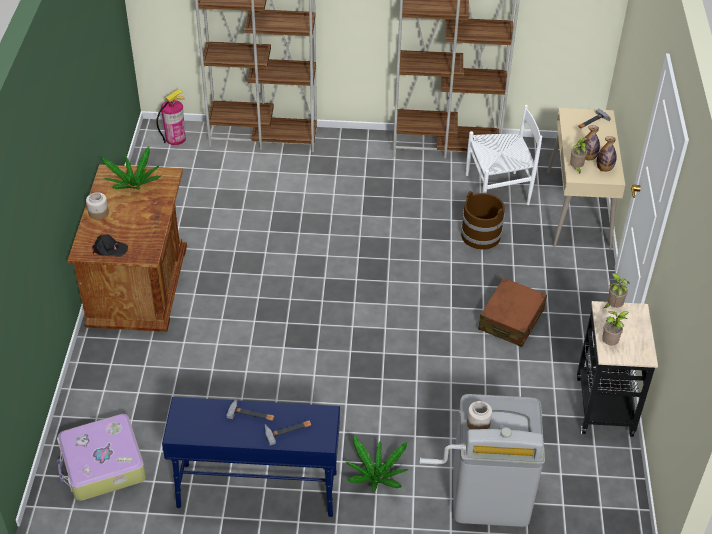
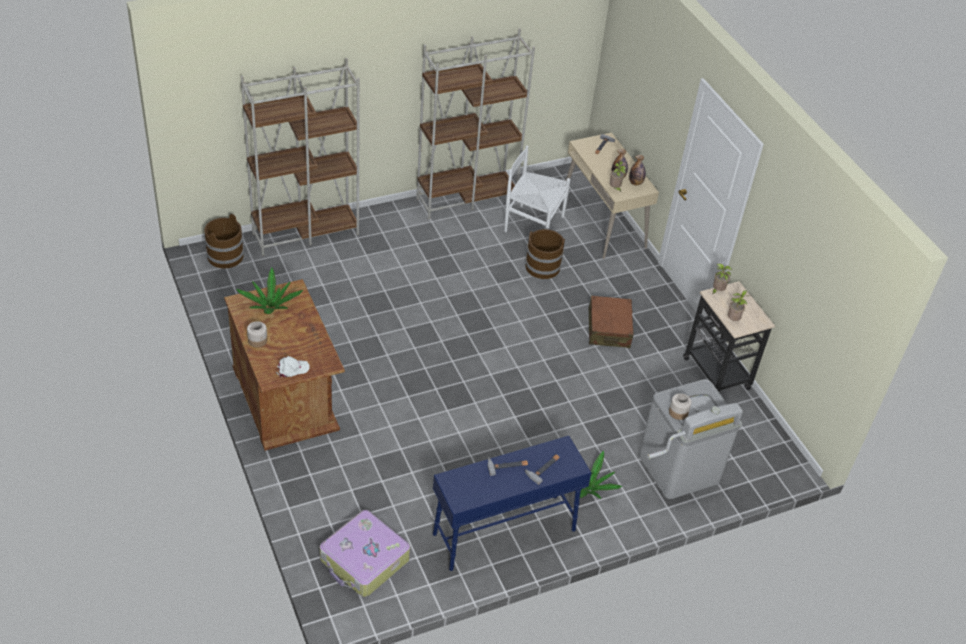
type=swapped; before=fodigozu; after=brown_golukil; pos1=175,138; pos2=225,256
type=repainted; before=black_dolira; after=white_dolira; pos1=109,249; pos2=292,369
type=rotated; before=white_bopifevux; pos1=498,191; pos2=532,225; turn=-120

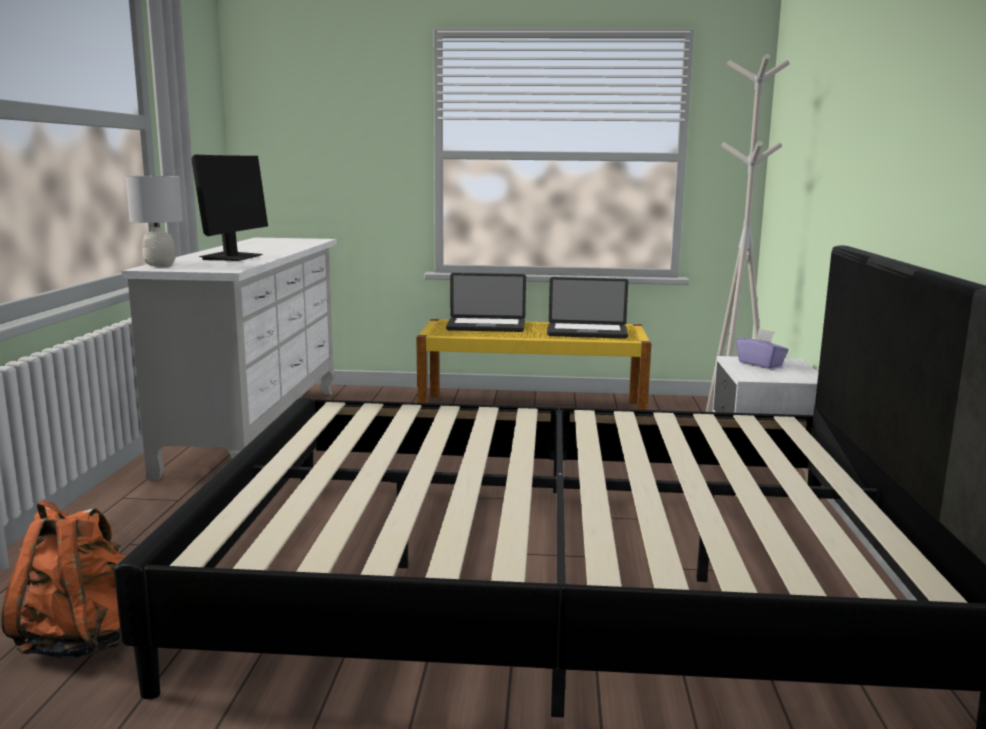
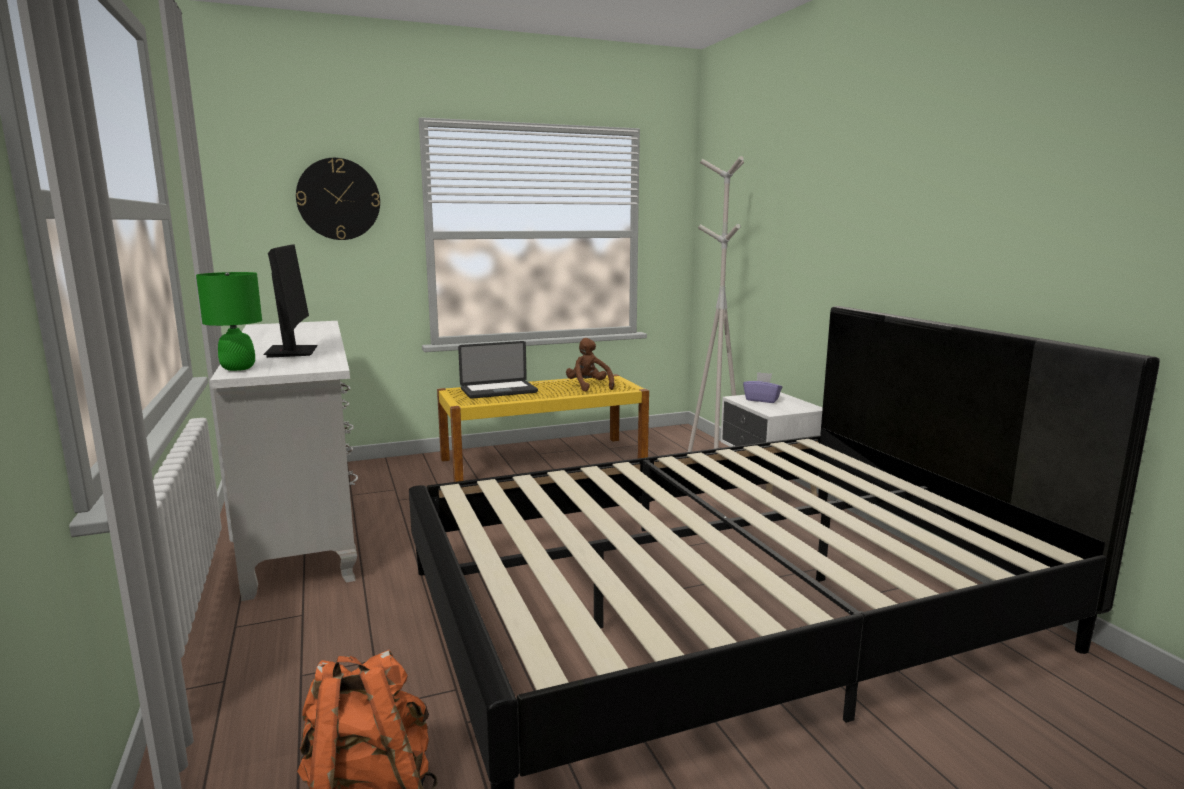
type=repainted; before=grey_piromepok; after=green_piromepok; pos1=158,265; pos2=236,369
type=new; after=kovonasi; pos2=338,199
type=swapped; before=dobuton; after=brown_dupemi; pos1=587,332; pos2=588,387

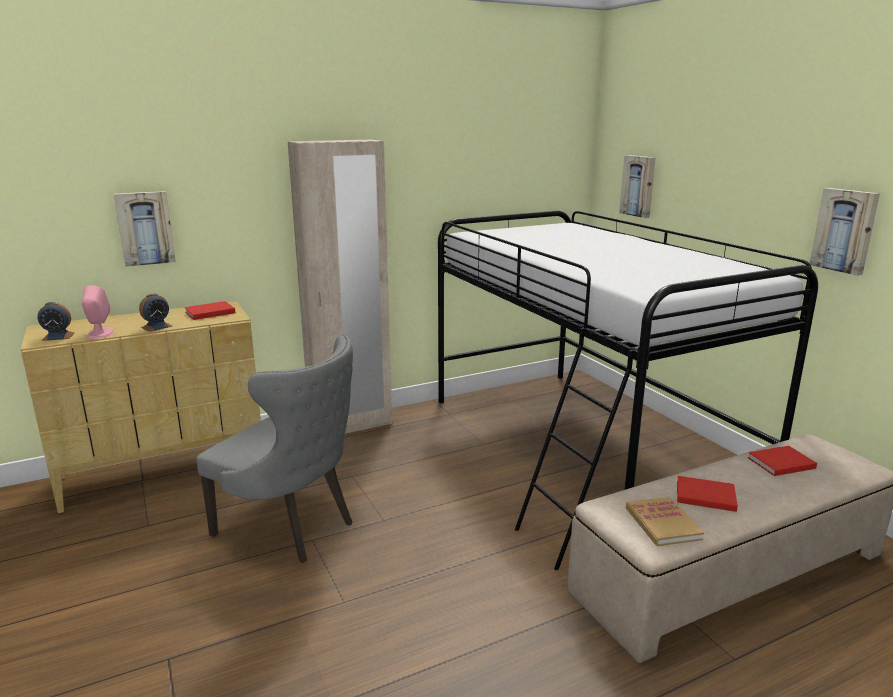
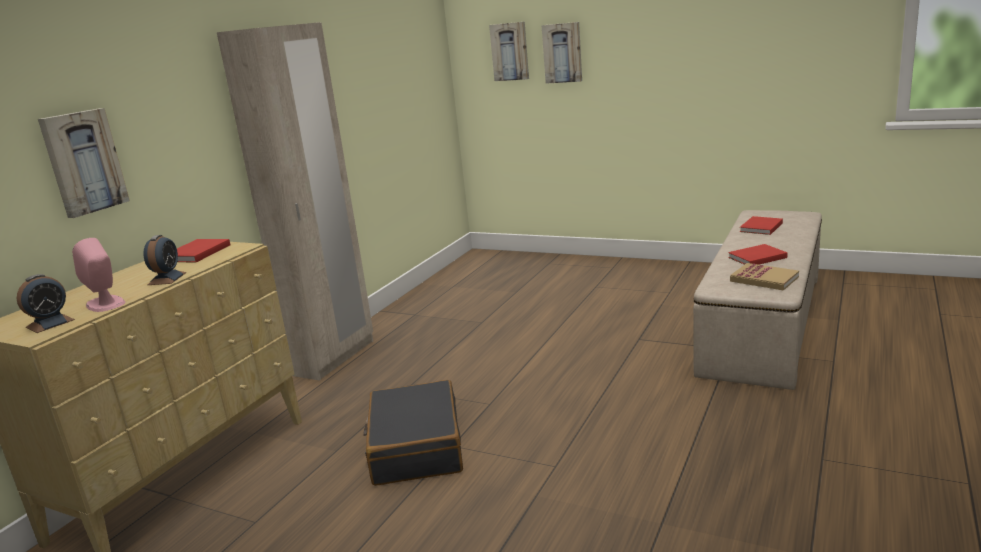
type=swapped; before=grey_bopifevux; after=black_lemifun; pos1=291,527; pos2=415,447
type=shifted; before=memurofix; pos1=845,230; pos2=563,53
type=gone; before=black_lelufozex; pos1=583,447

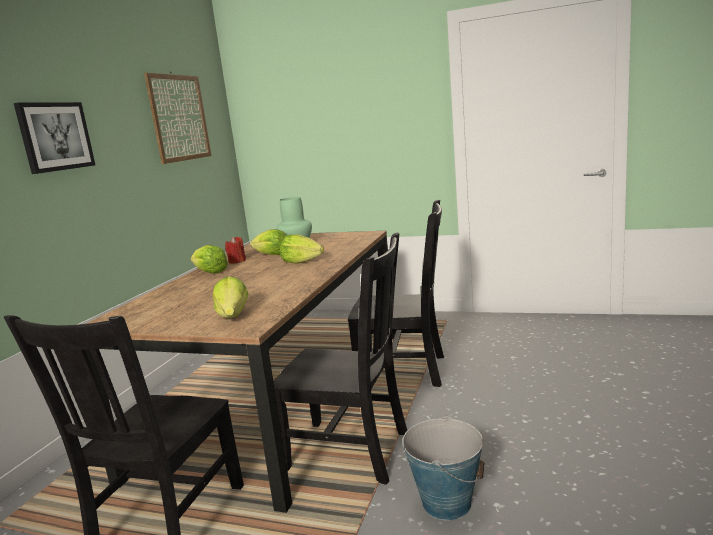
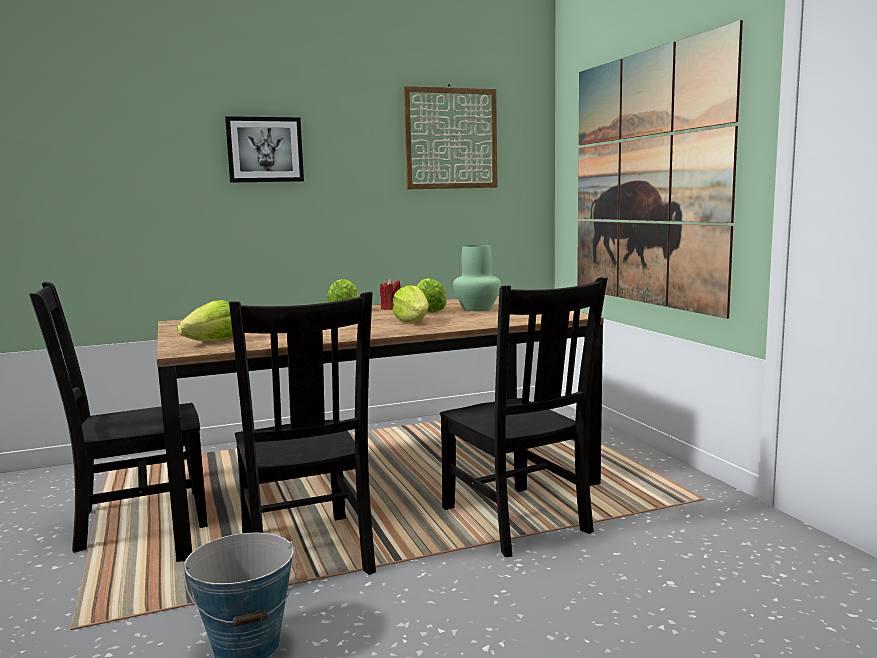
type=new; after=memurofix; pos2=646,179

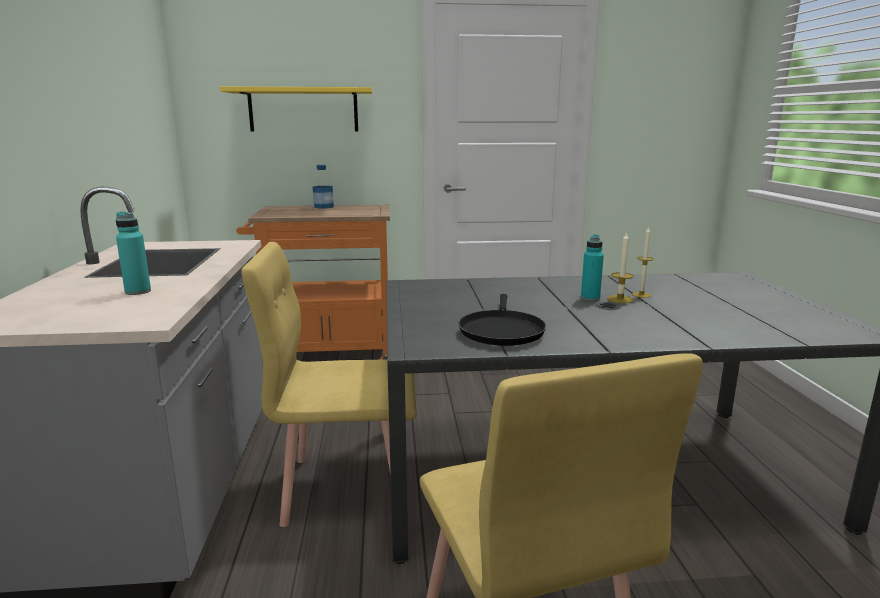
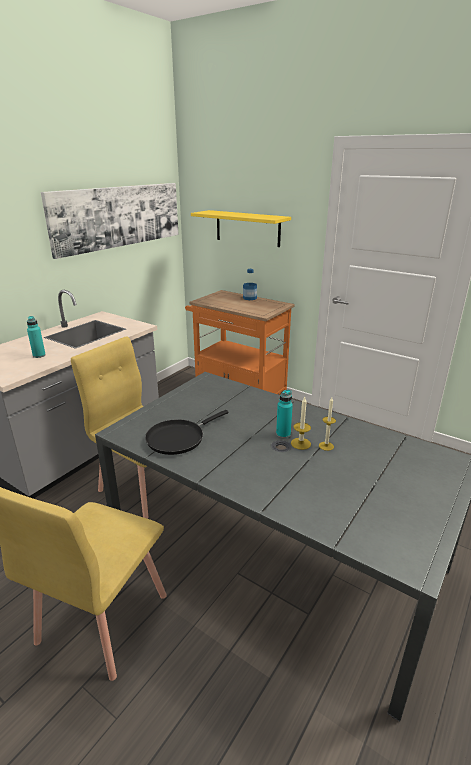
type=new; after=memurofix; pos2=118,216

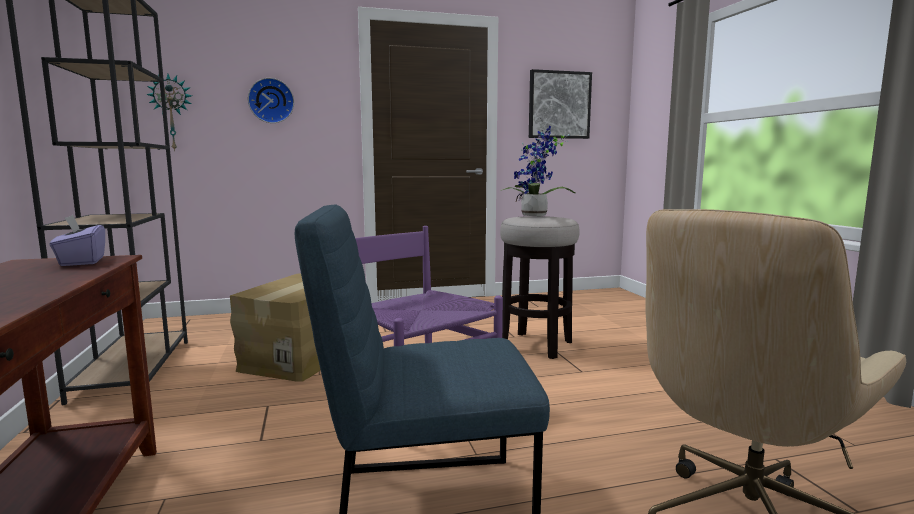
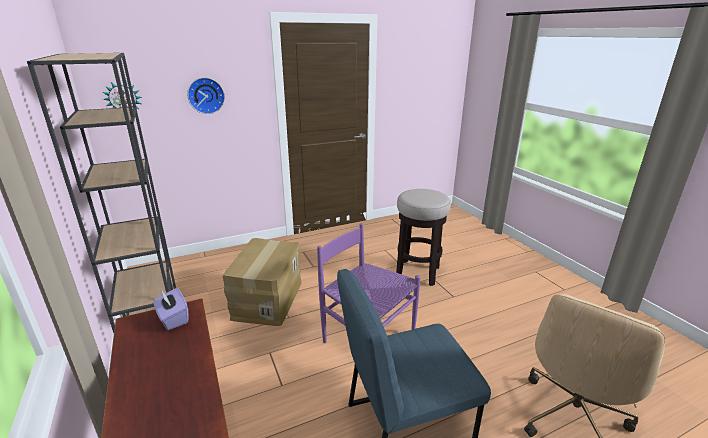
type=gone; before=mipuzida; pos1=535,216
type=gone; before=memurofix; pos1=559,105

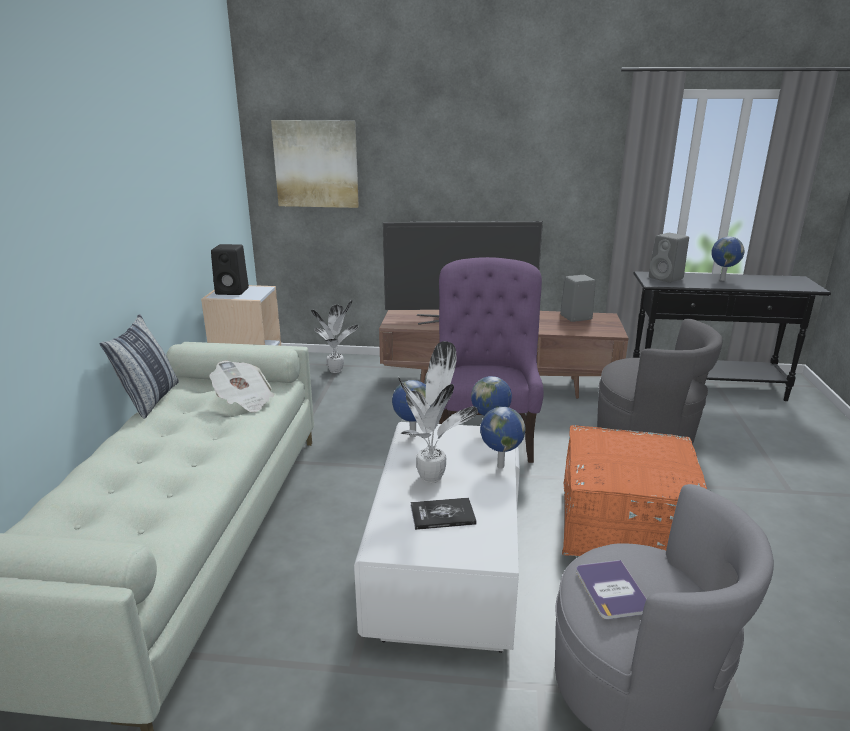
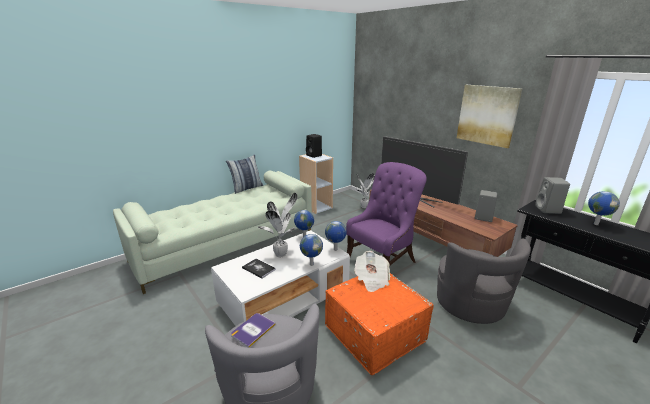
type=shifted; before=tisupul; pos1=244,400; pos2=371,279
type=shifted; before=memurofix; pos1=316,164; pos2=487,115

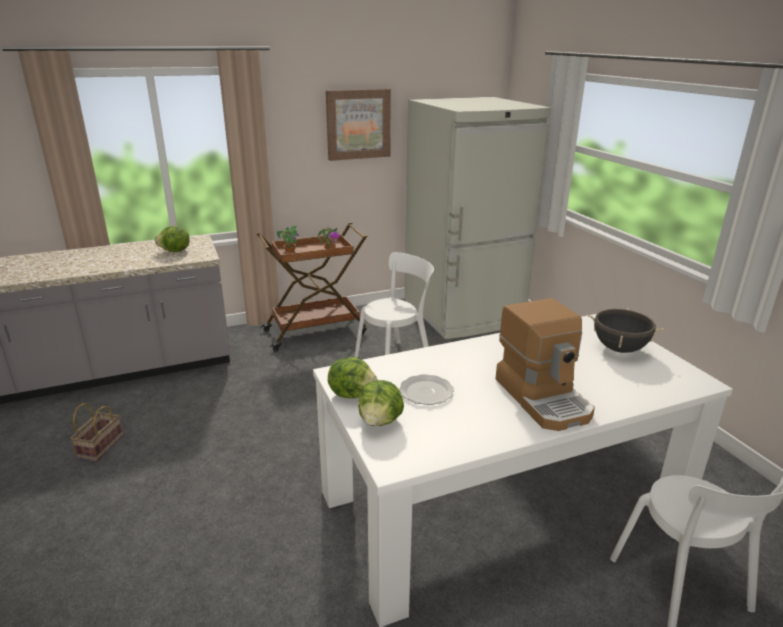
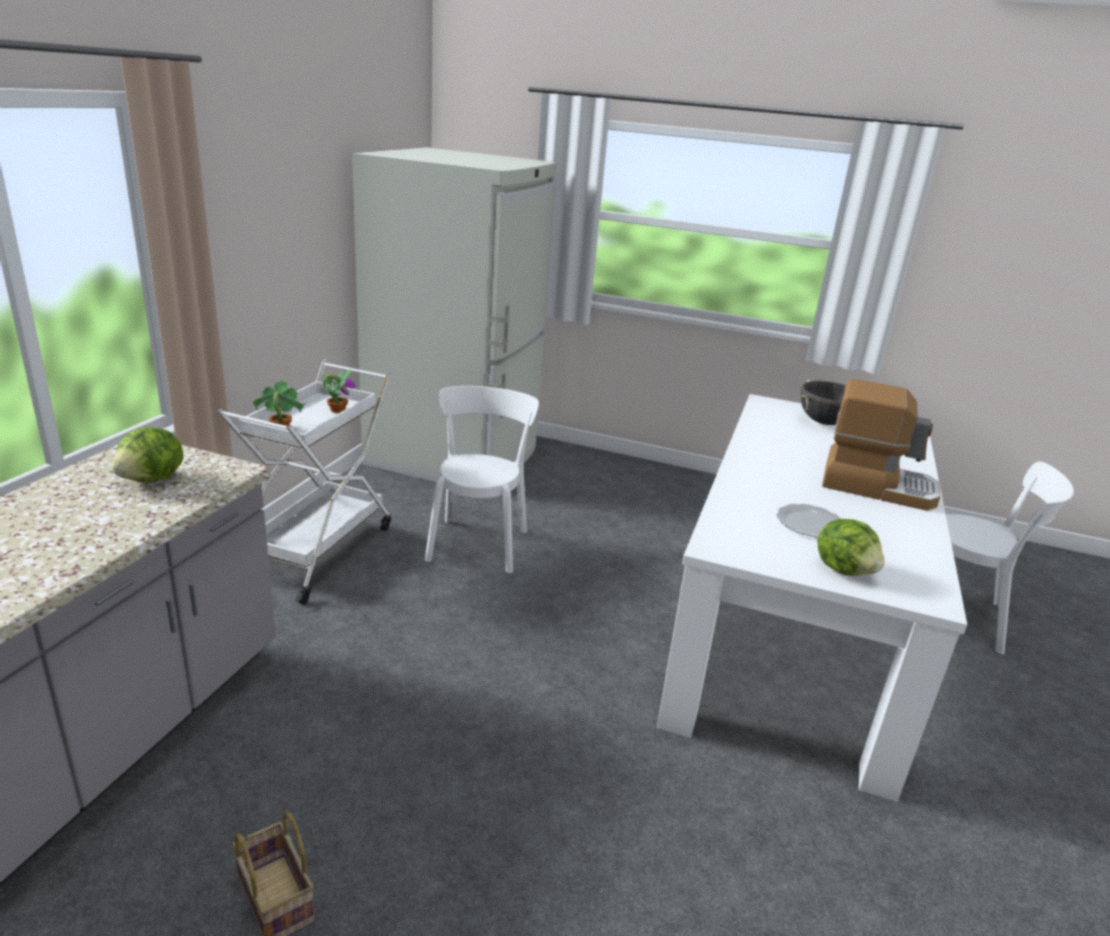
type=repainted; before=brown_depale; after=white_depale; pos1=315,333; pos2=318,553
type=gone; before=memurofix; pos1=358,124
type=gone; before=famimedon; pos1=352,393

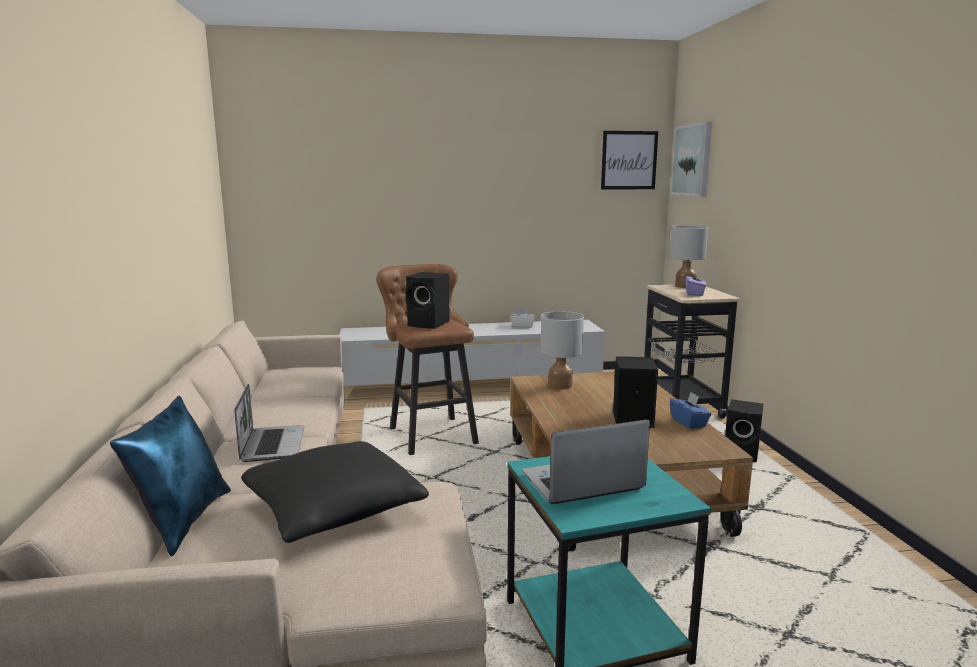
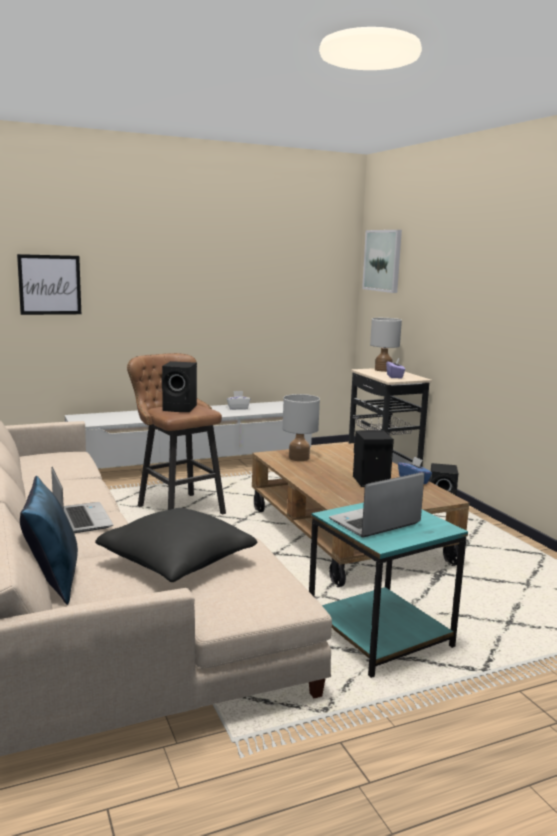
type=shifted; before=memurofix; pos1=629,160; pos2=50,285

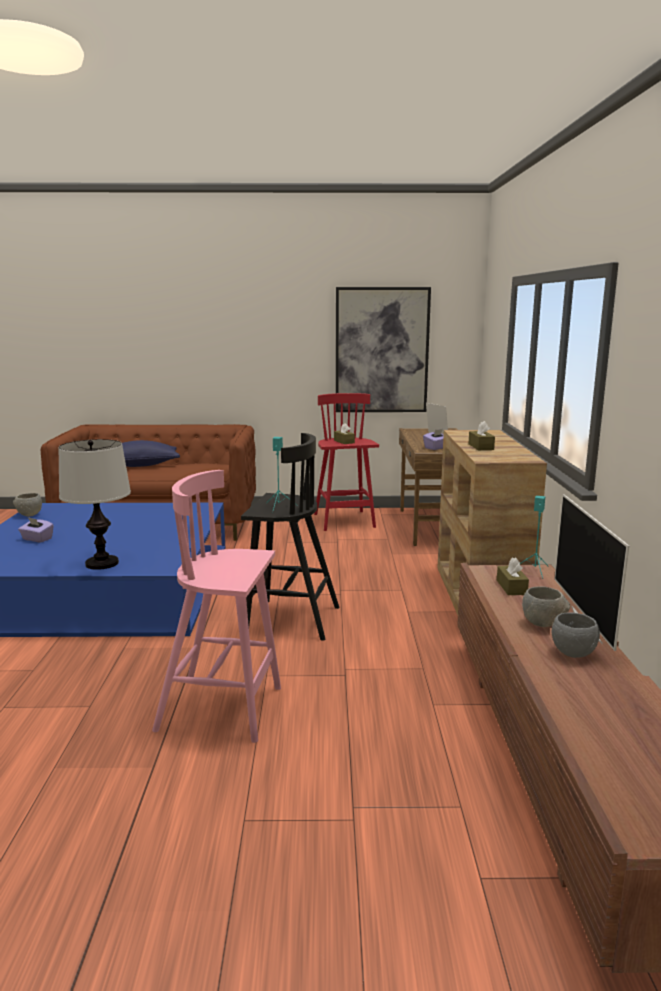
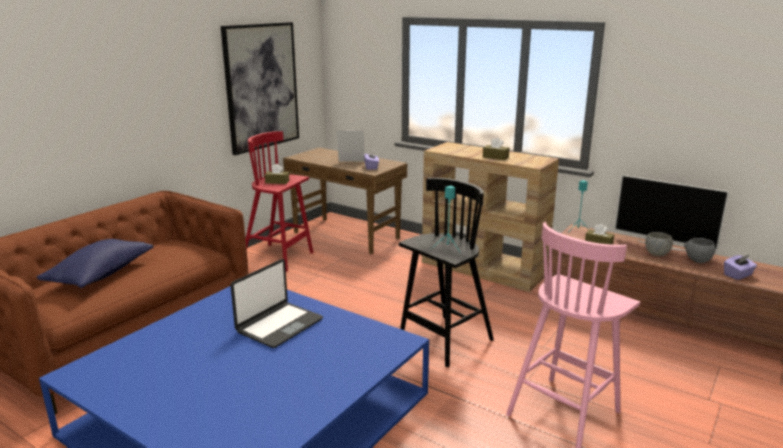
type=new; after=dobuton; pos2=279,325
type=shifted; before=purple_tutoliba; pos1=37,539; pos2=738,275
type=gone; before=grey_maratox; pos1=29,515
type=gone; before=piromepok; pos1=102,563

